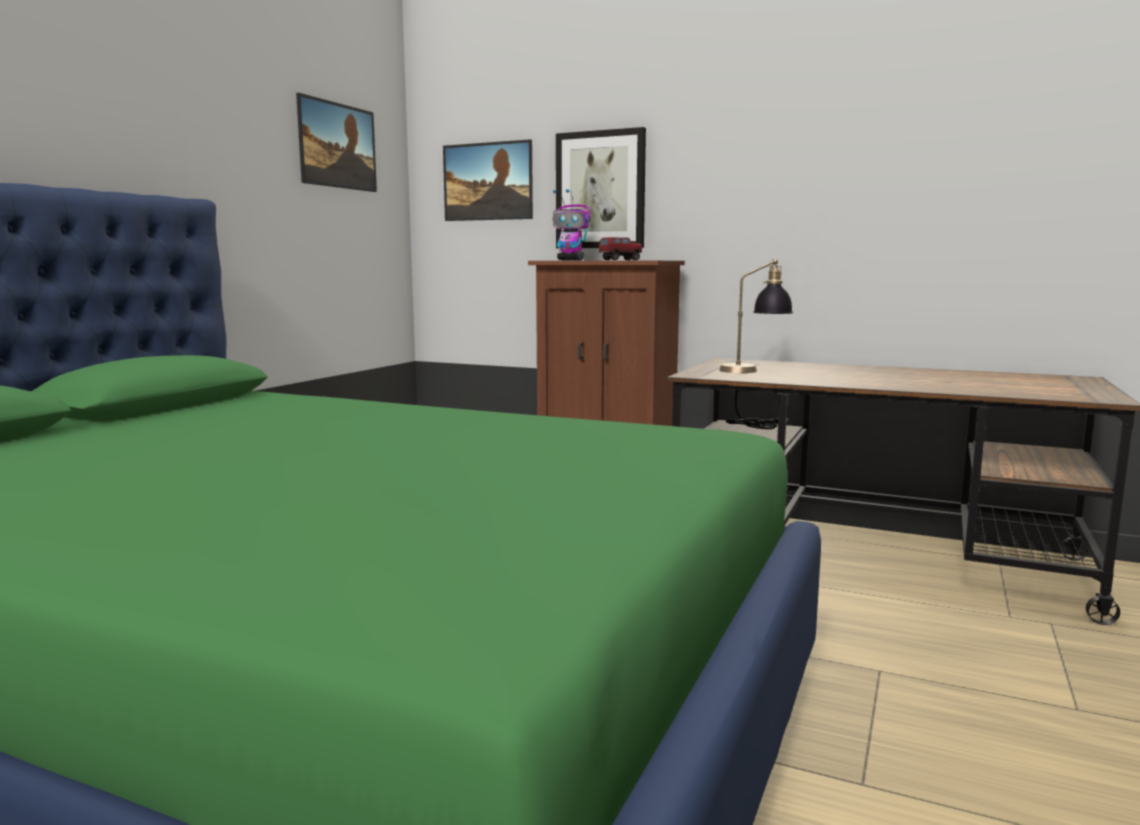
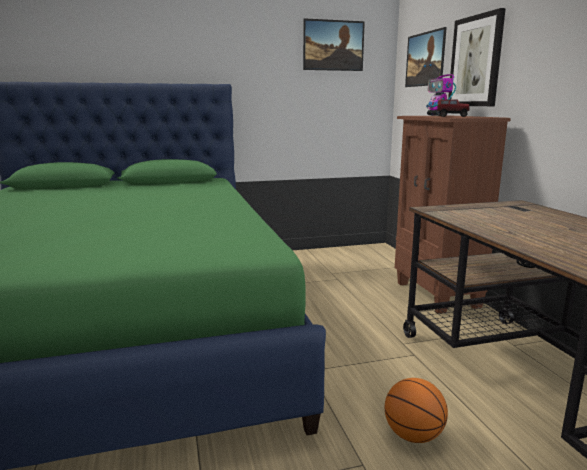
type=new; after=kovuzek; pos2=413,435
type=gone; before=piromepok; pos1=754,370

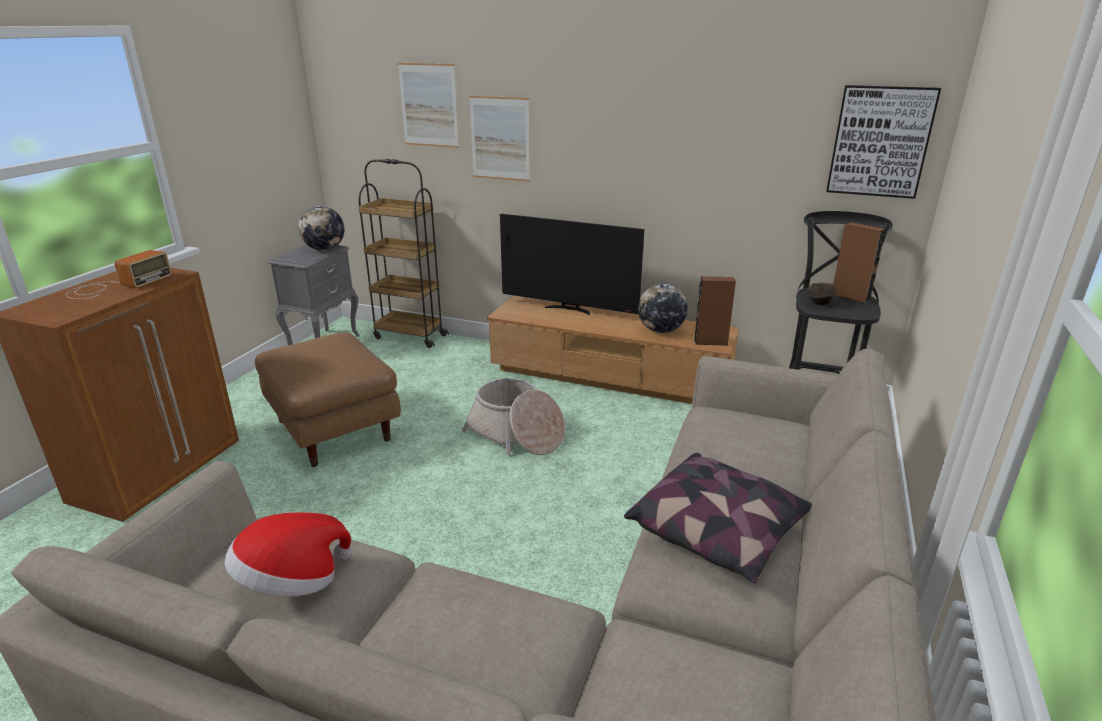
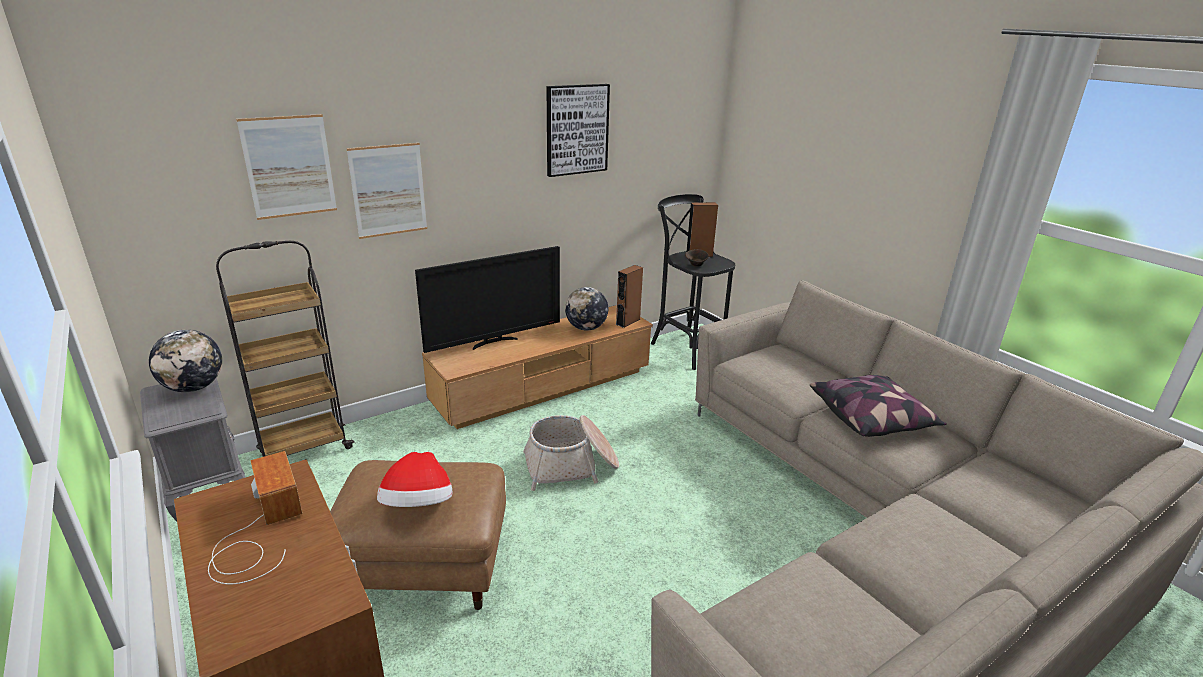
type=shifted; before=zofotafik; pos1=292,582; pos2=418,507
type=shifted; before=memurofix; pos1=880,141; pos2=576,129

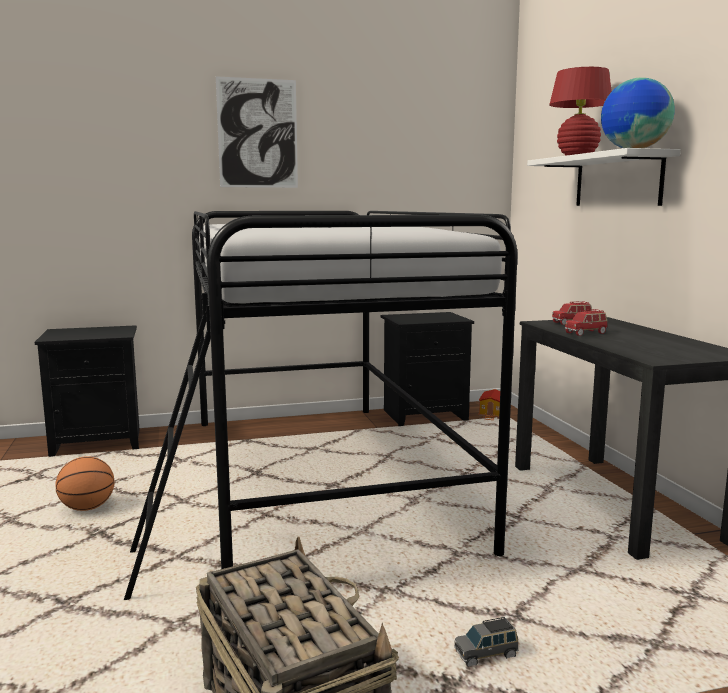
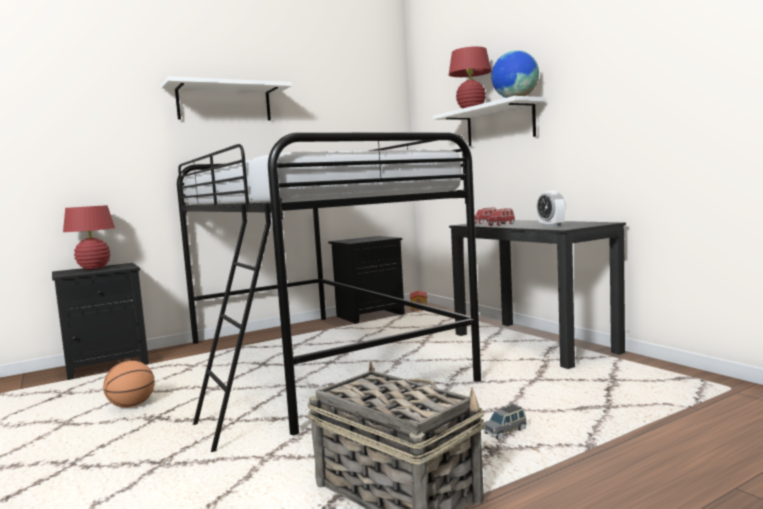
type=new; after=red_piromepok; pos2=94,268
type=swapped; before=memurofix; after=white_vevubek; pos1=257,133; pos2=224,103
type=new; after=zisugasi; pos2=551,226

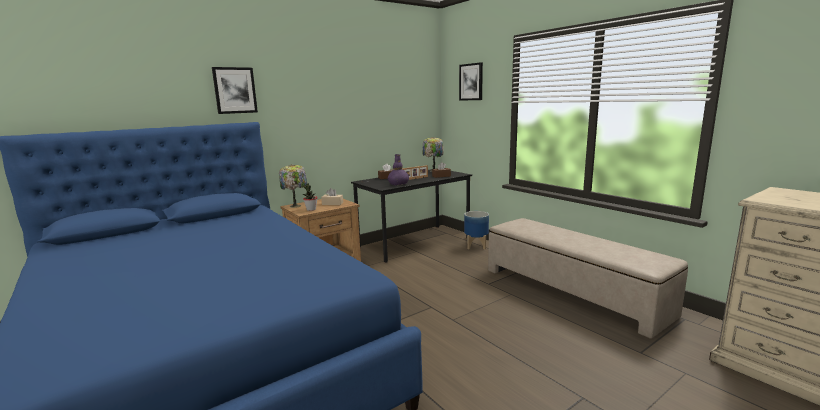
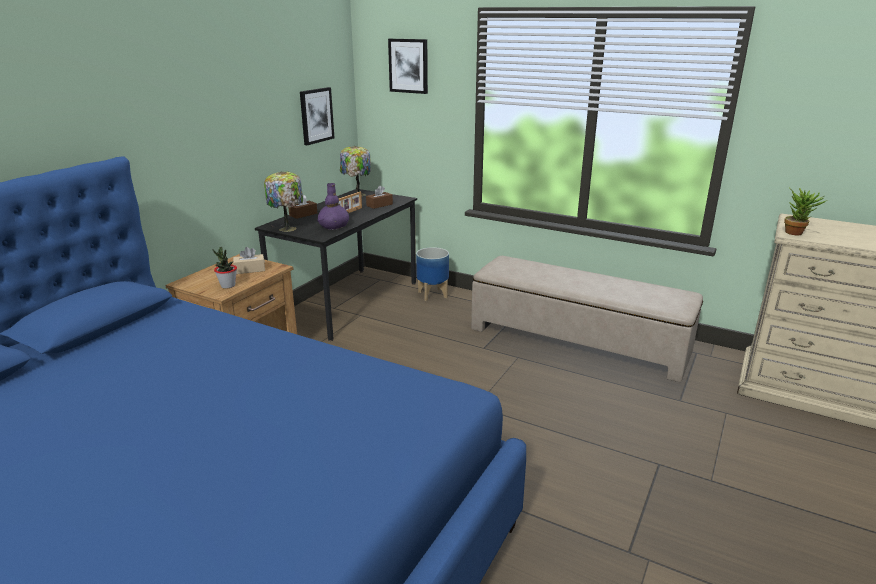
type=shifted; before=piromepok; pos1=296,205; pos2=288,228
type=shifted; before=memurofix; pos1=235,90; pos2=316,115
type=new; after=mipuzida; pos2=797,233

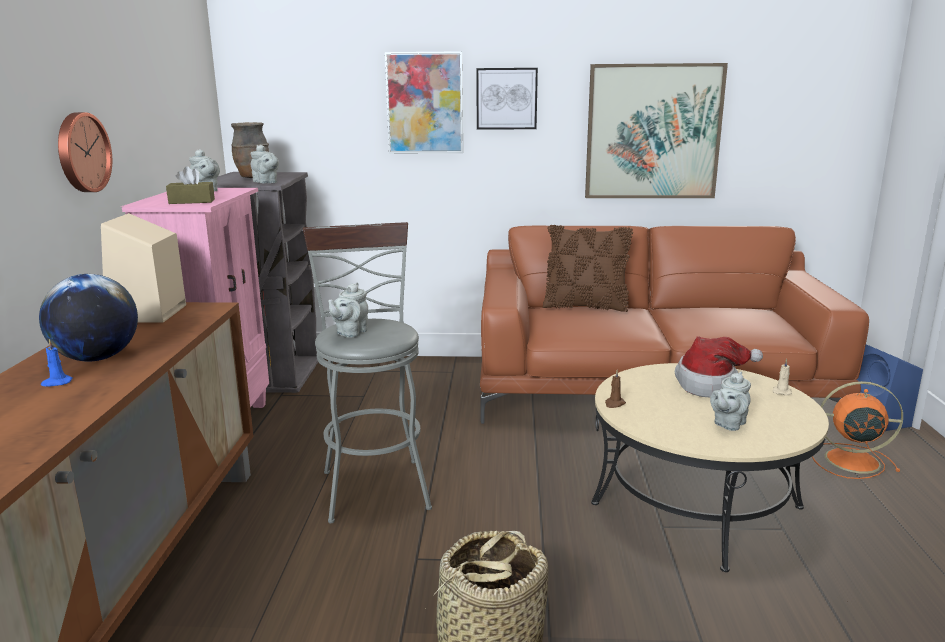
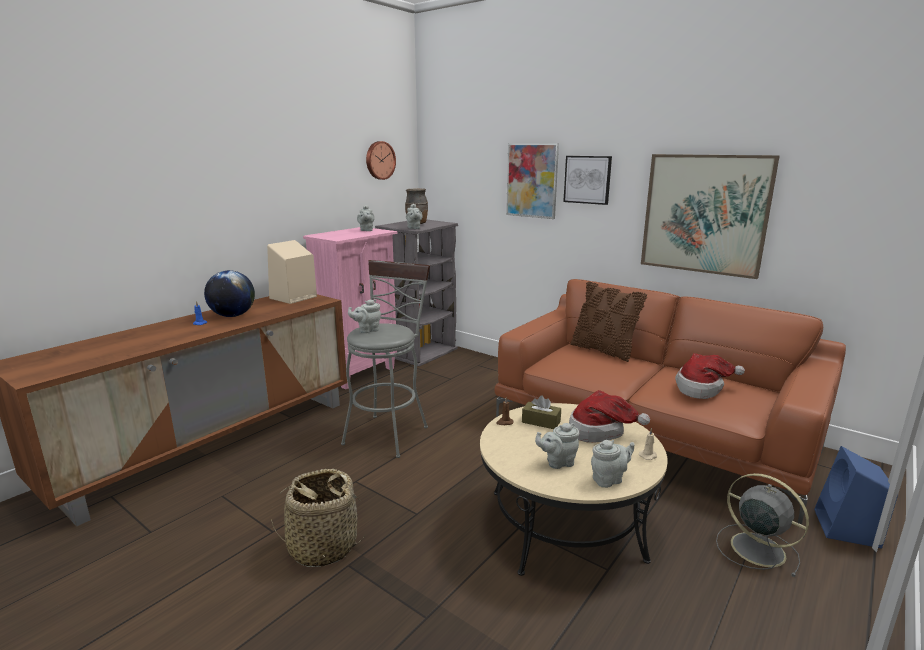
type=shifted; before=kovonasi; pos1=81,152; pos2=379,160
type=shifted; before=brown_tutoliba; pos1=192,201; pos2=541,422
type=new; after=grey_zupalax; pos2=609,479
type=new; after=zofotafik; pos2=702,389
type=repainted; before=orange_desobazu; after=grey_desobazu; pos1=849,460; pos2=755,548

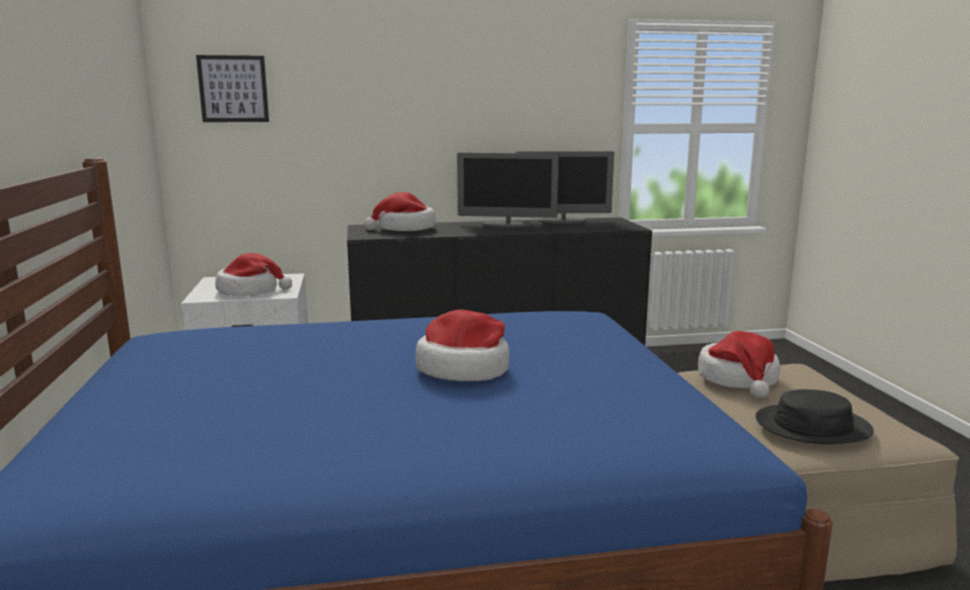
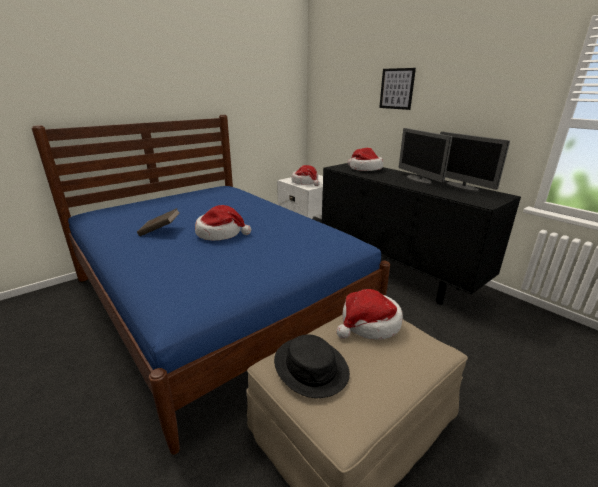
type=new; after=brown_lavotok; pos2=160,231
type=shifted; before=memurofix; pos1=233,89; pos2=396,89

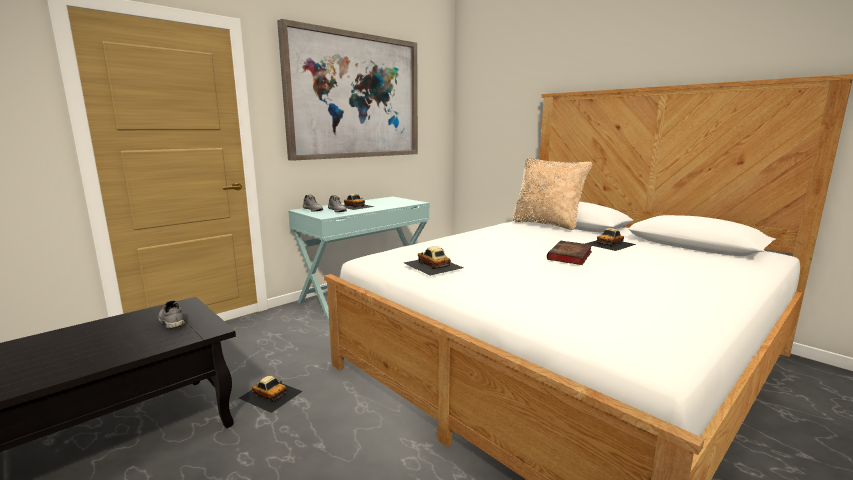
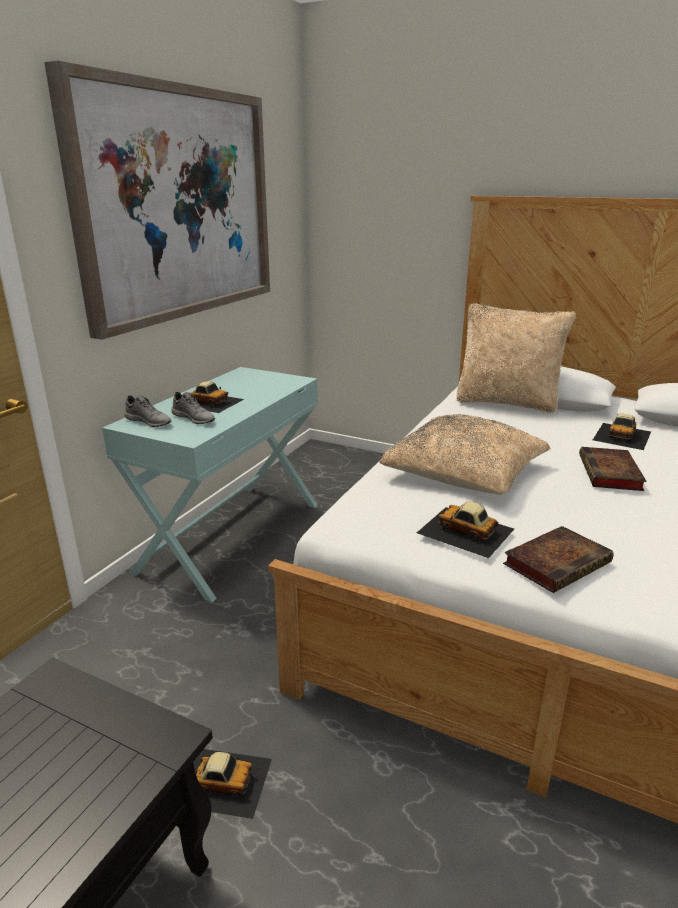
type=new; after=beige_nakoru; pos2=464,471
type=new; after=lavotok; pos2=557,562
type=gone; before=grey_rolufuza; pos1=171,321

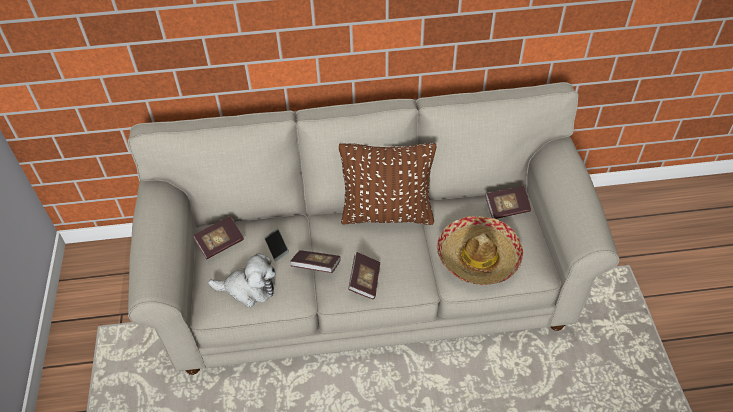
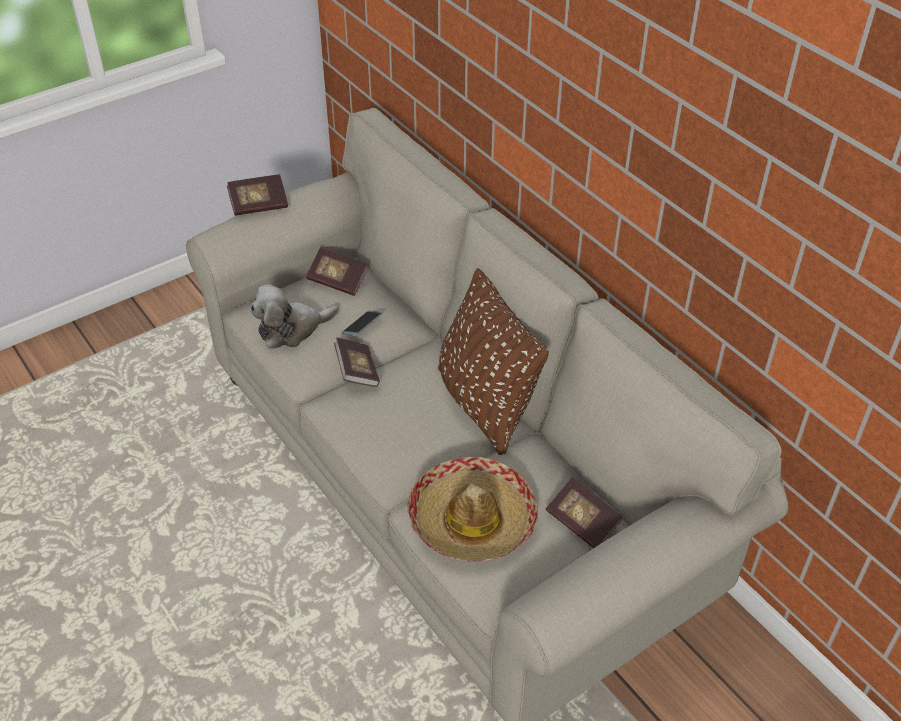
type=shifted; before=lavotok; pos1=365,281; pos2=258,205
type=rotated; before=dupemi; pos1=249,288; pos2=291,329; turn=90

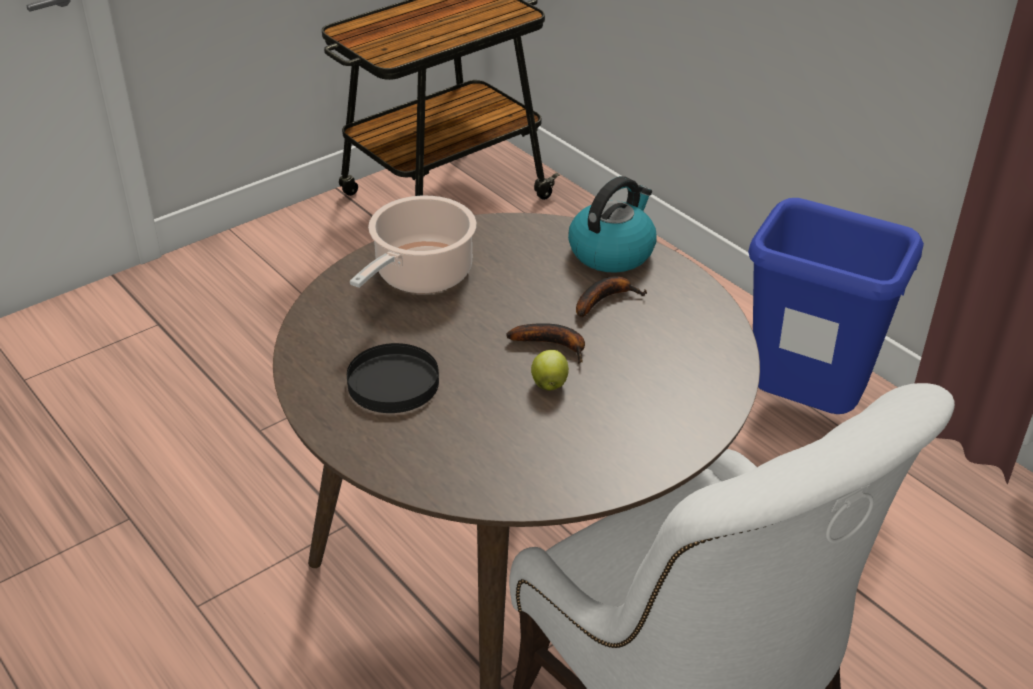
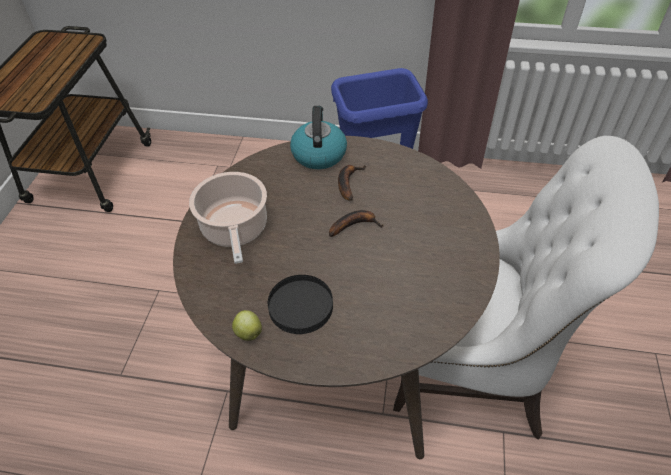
type=shifted; before=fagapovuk; pos1=549,384; pos2=248,332

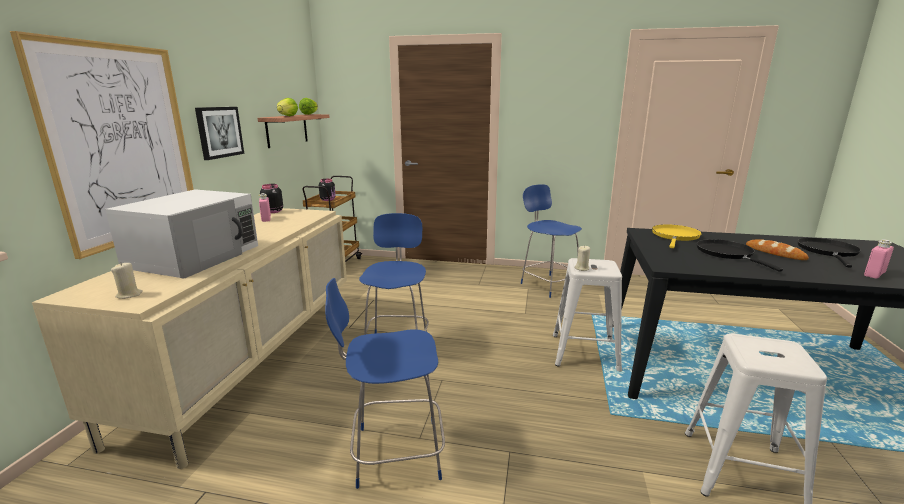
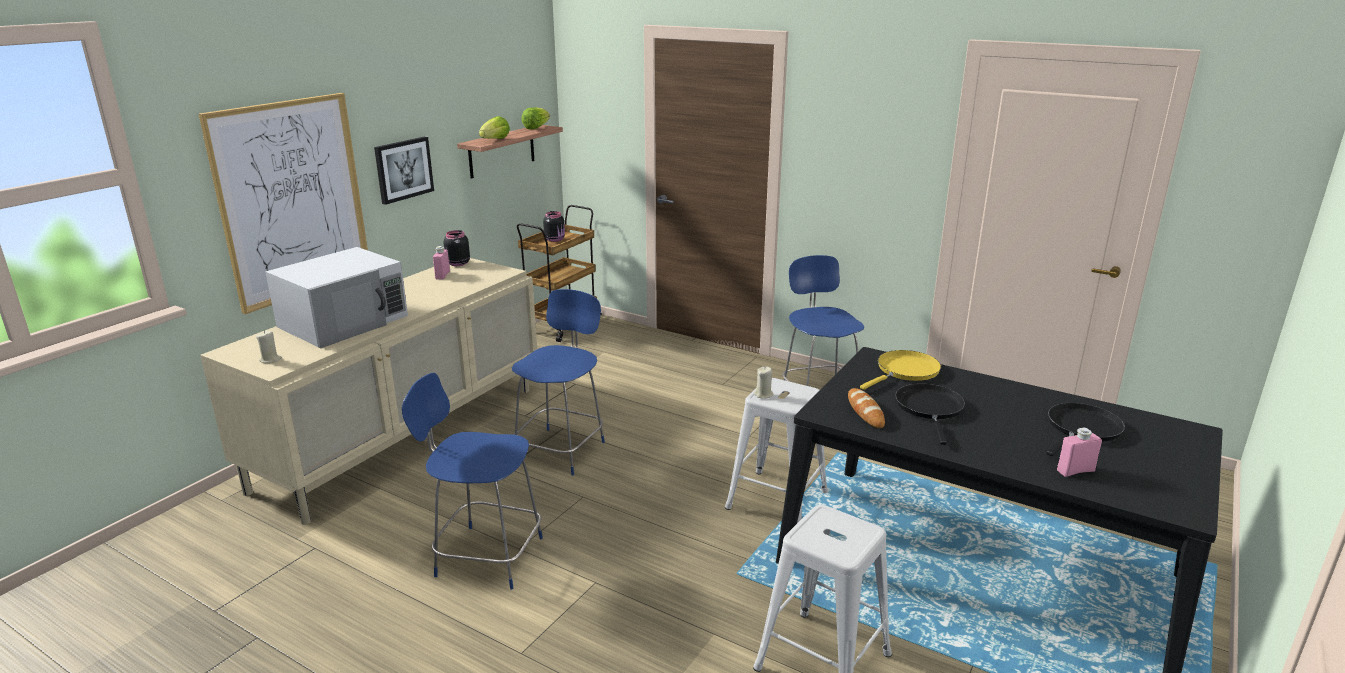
type=shifted; before=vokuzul; pos1=775,253; pos2=865,411

